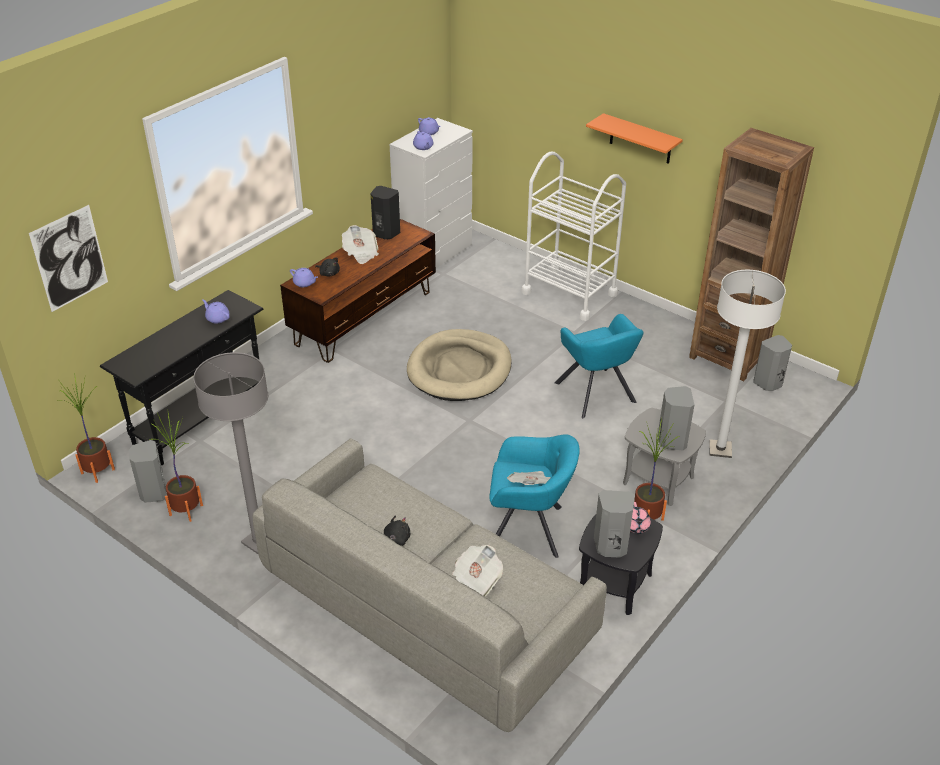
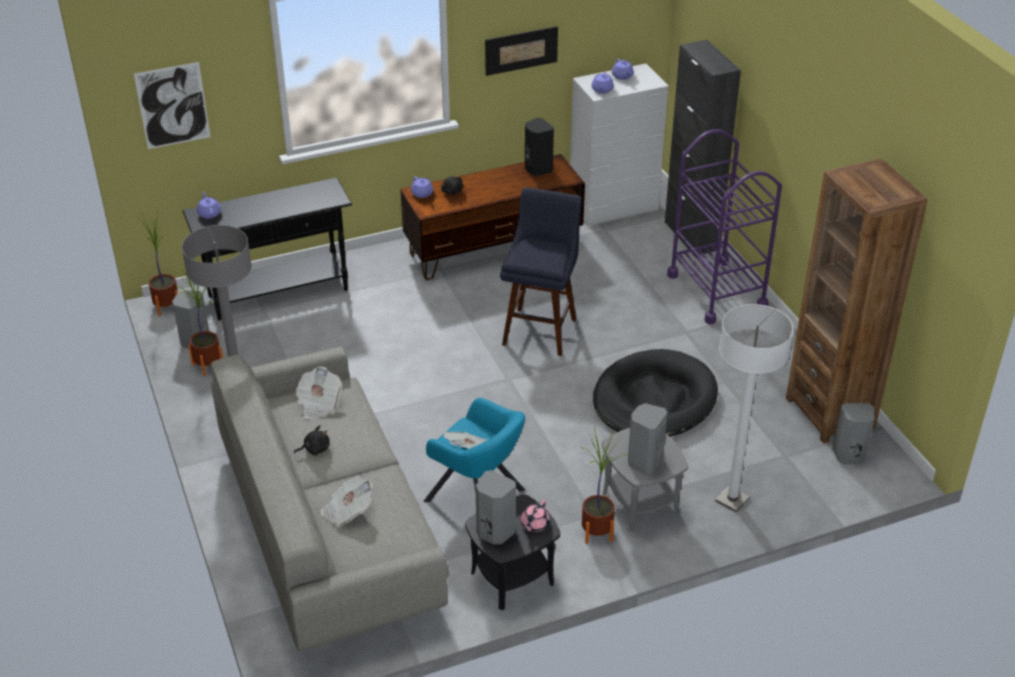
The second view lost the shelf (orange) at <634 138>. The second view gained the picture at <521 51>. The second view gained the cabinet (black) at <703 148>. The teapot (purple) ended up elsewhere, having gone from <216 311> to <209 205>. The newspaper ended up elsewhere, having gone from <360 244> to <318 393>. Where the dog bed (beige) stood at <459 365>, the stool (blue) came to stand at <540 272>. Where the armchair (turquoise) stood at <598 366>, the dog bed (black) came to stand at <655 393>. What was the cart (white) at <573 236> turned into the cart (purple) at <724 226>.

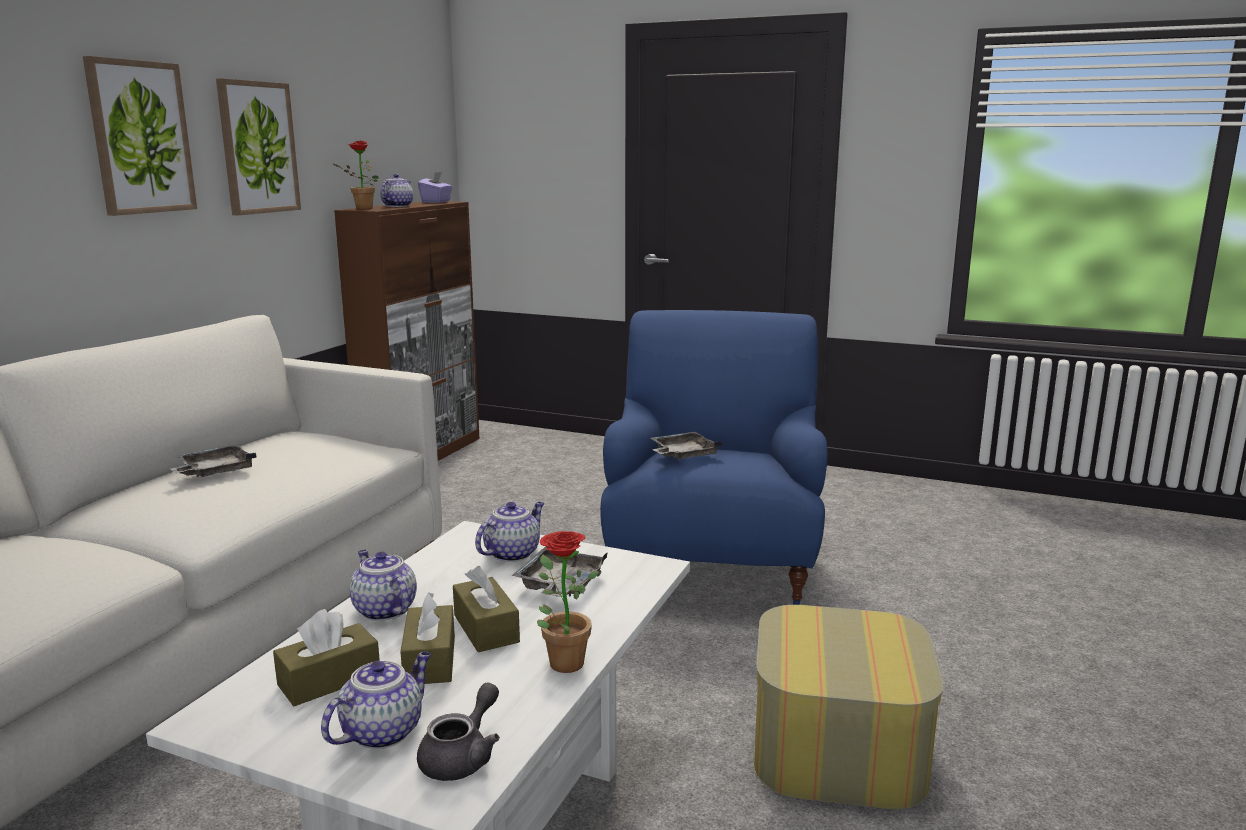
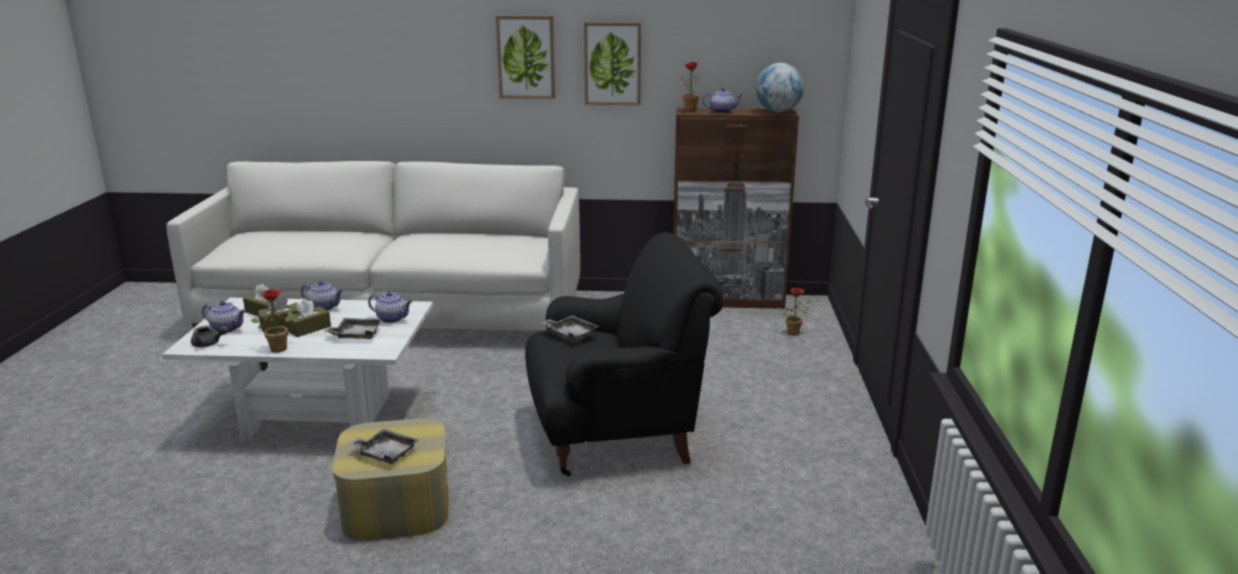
The second view gained the potted plant at <794 311>. The tray (grey) ended up elsewhere, having gone from <212 461> to <383 447>. Where the tissue box (purple) stood at <435 187>, the globe came to stand at <780 87>. What was the armchair (blue) at <713 457> turned into the armchair (black) at <624 354>. The teapot at <383 585> ended up facing another way, 75 degrees clockwise from before.

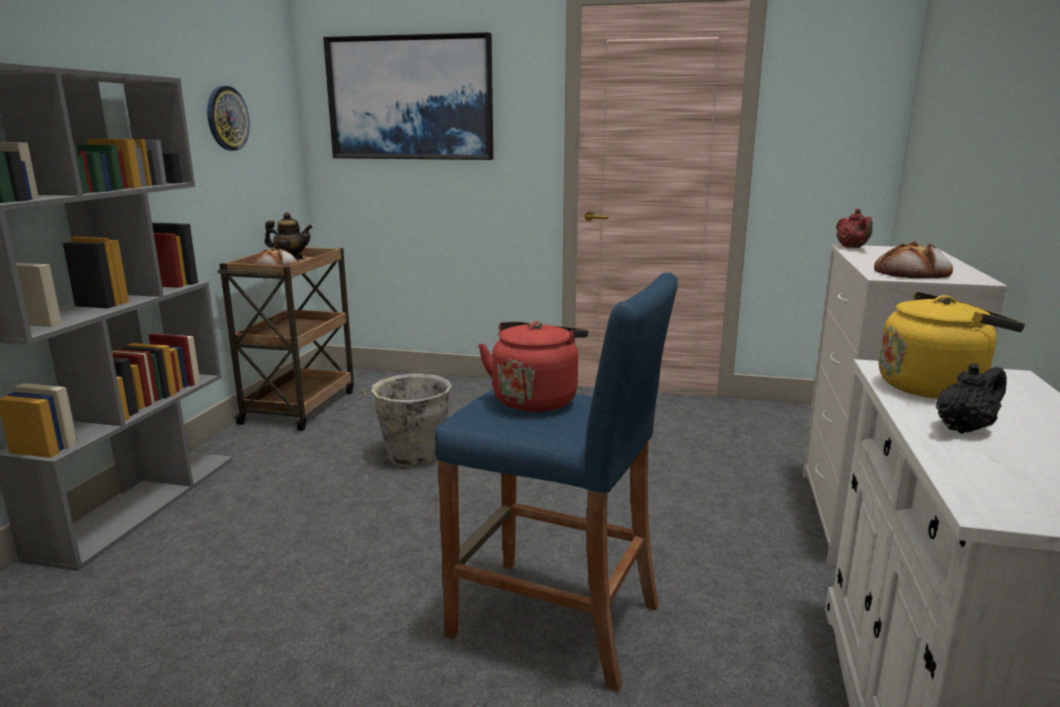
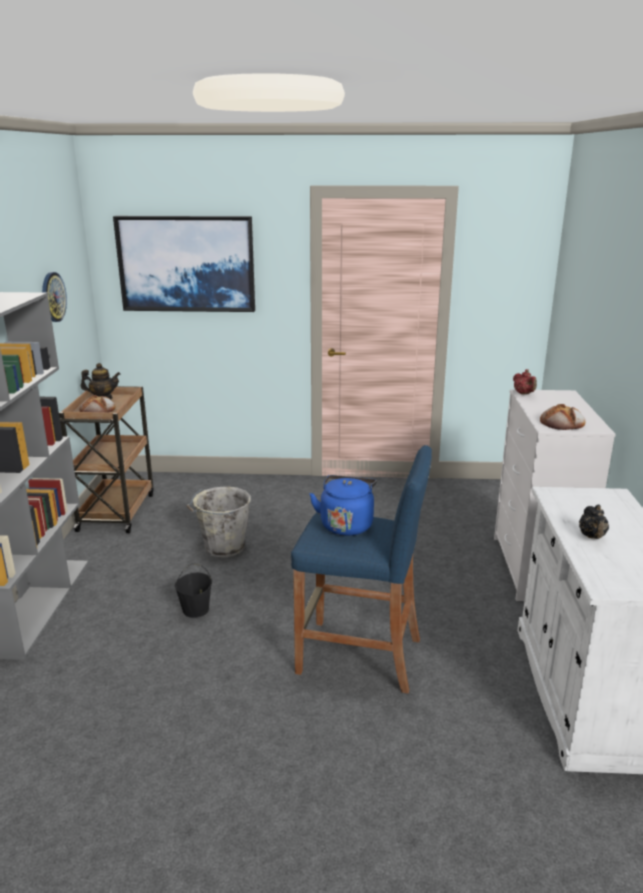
The second view lost the kettle (yellow) at <952 345>. The second view gained the bucket (black) at <193 590>. What was the kettle (red) at <533 366> turned into the kettle (blue) at <343 505>. The teapot (black) at <971 398> ended up facing another way, 135 degrees clockwise from before.

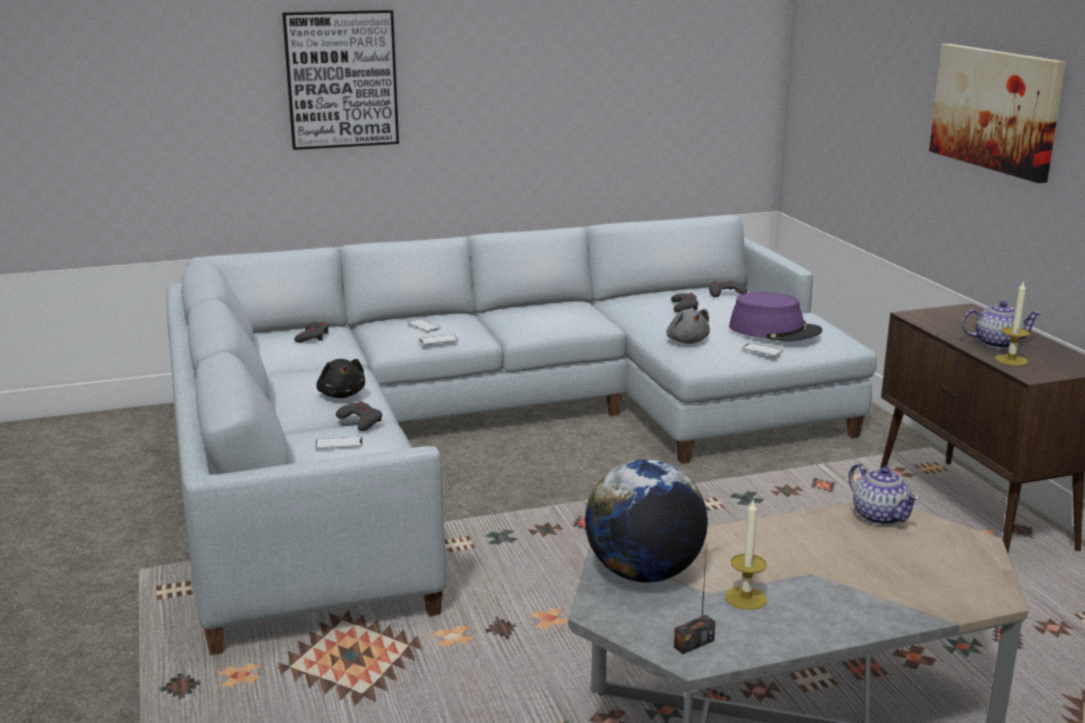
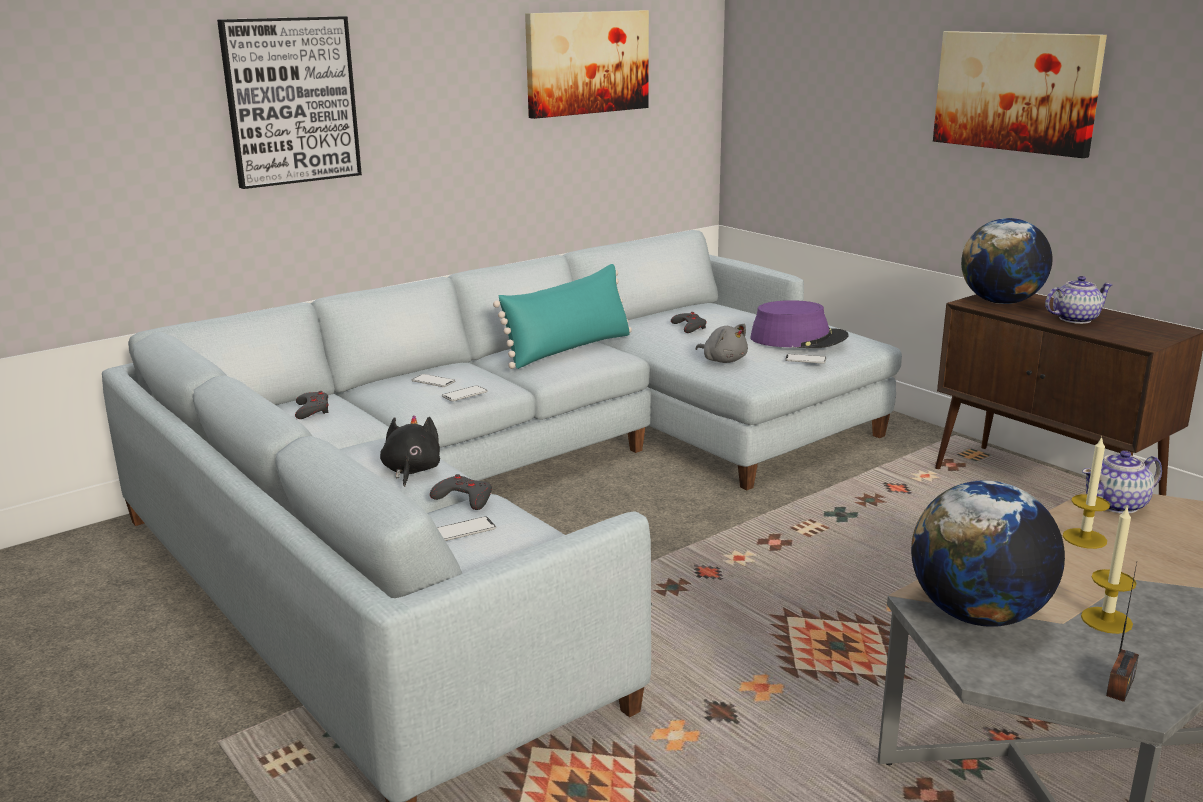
The second view lost the game controller (grey) at <728 289>. The second view gained the pillow (turquoise) at <562 316>. The second view gained the picture at <587 64>. The second view gained the globe at <1007 261>. The candle ended up elsewhere, having gone from <1012 323> to <1086 492>. The plush toy (black) at <340 378> ended up facing another way, 135 degrees counterclockwise from before. The teapot at <884 494> ended up facing another way, 120 degrees clockwise from before.

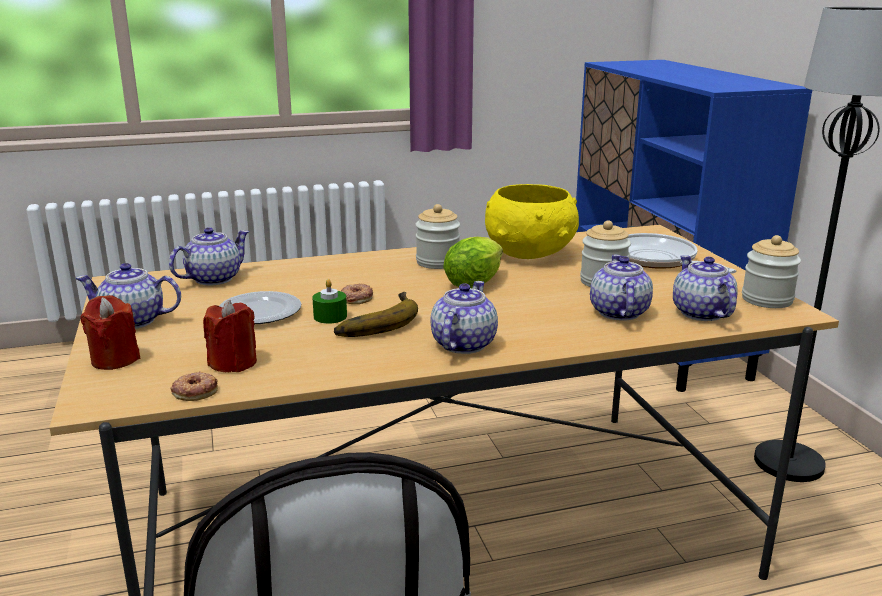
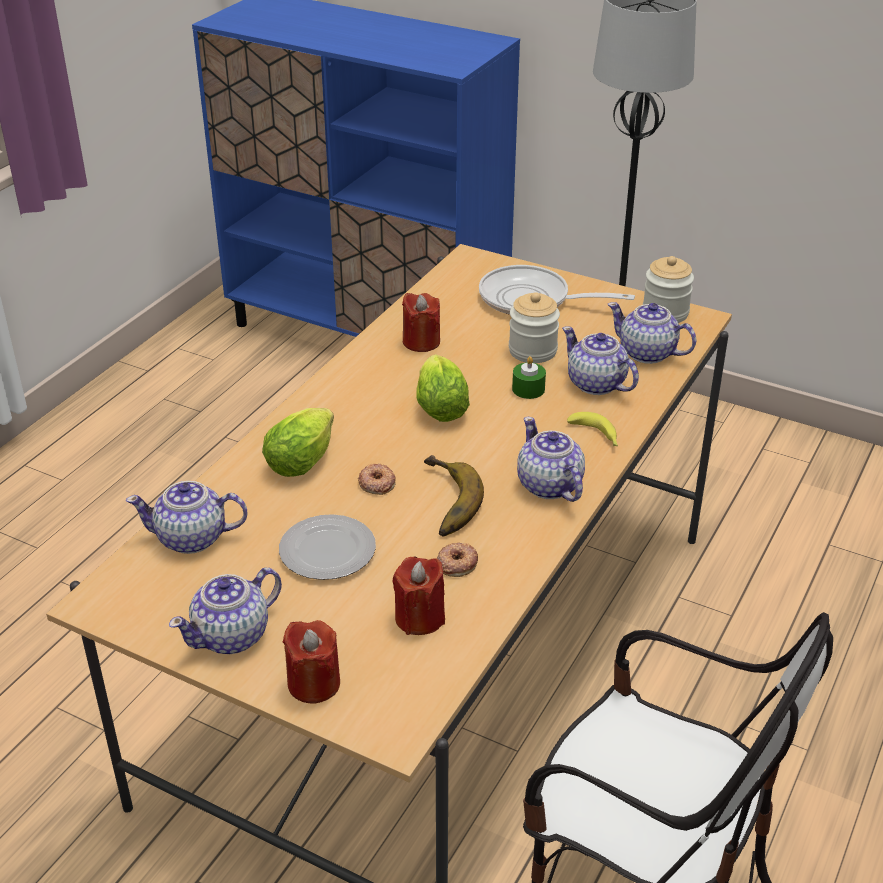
The second view lost the jar at <437 236>. The second view gained the lettuce at <298 442>. The second view gained the banana at <592 429>. The donut ended up elsewhere, having gone from <194 386> to <457 560>. The candle (green) ended up elsewhere, having gone from <329 301> to <529 377>. Where the bowl (yellow) stood at <532 221>, the candle (red) came to stand at <421 322>. The teapot at <209 256> ended up facing another way, 90 degrees counterclockwise from before.

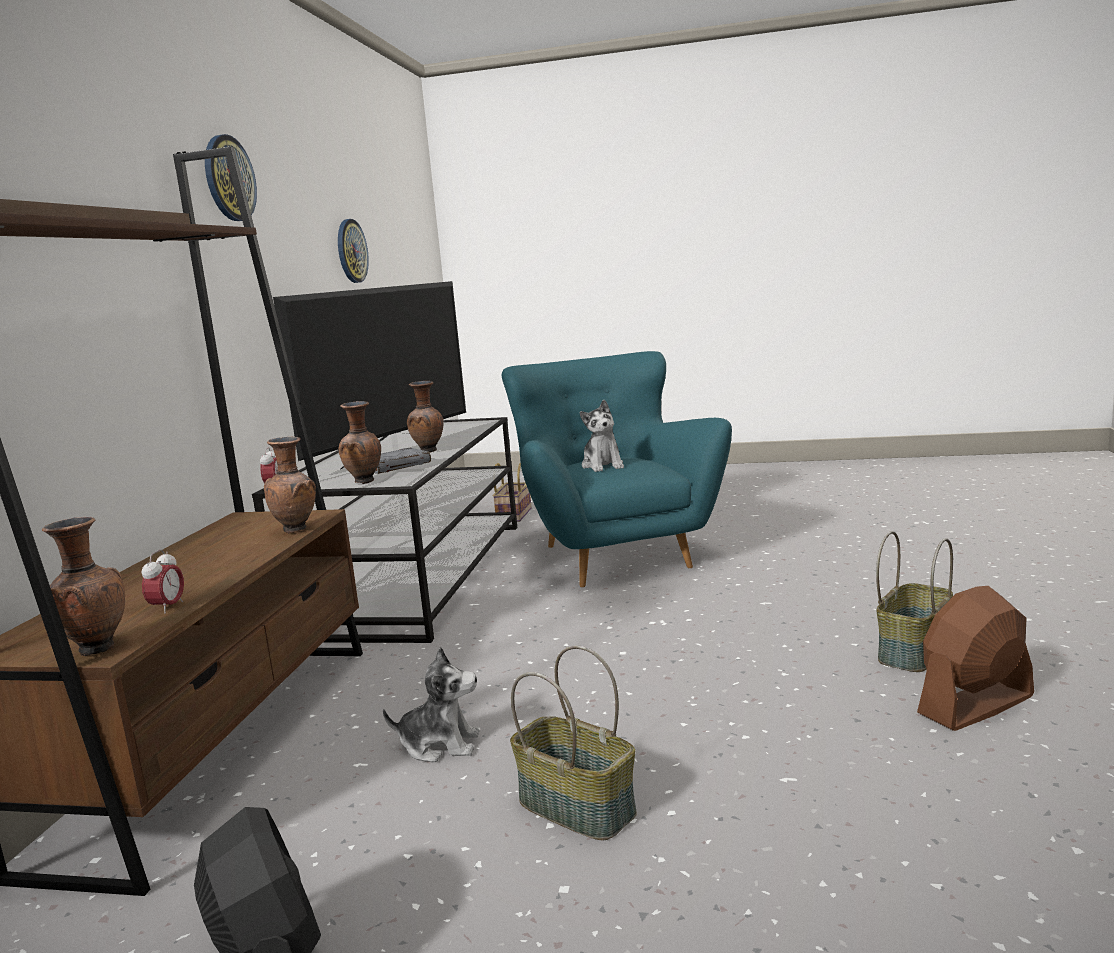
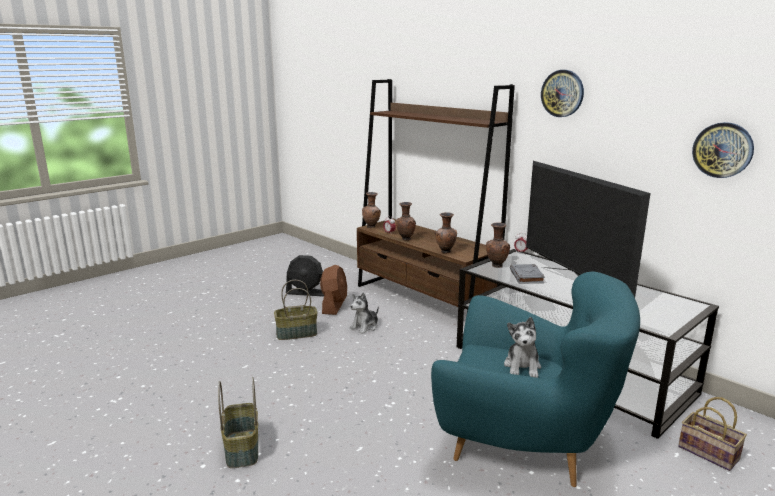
The vase (brown) ended up elsewhere, having gone from <425 416> to <406 221>. The fan (brown) ended up elsewhere, having gone from <975 658> to <333 290>. The plush toy at <602 436> ended up facing another way, 105 degrees counterclockwise from before.

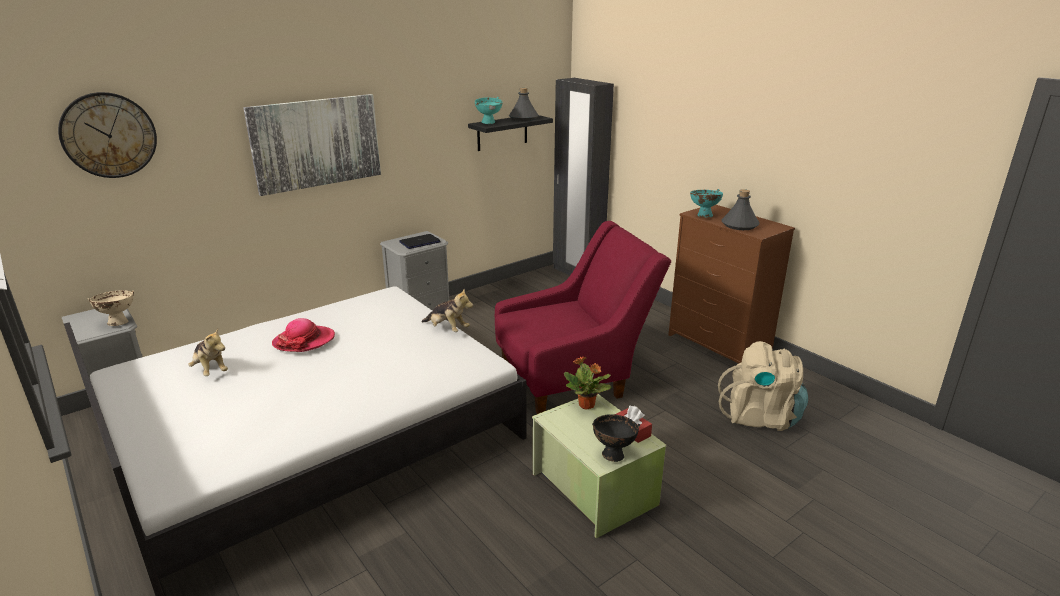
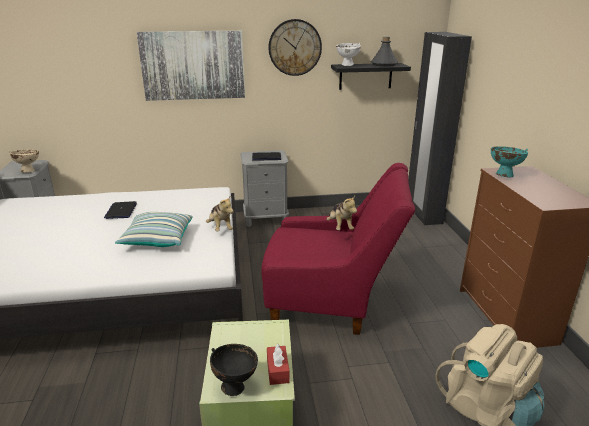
The second view lost the potted plant at <587 383>. The second view lost the bottle (grey) at <741 209>. The second view gained the pillow at <154 229>. The wall clock ended up elsewhere, having gone from <107 135> to <295 47>. The plush toy ended up elsewhere, having gone from <208 352> to <342 213>. Where the hat stood at <303 335>, the laptop came to stand at <120 210>. What was the bowl (turquoise) at <489 110> turned into the bowl (white) at <348 54>.

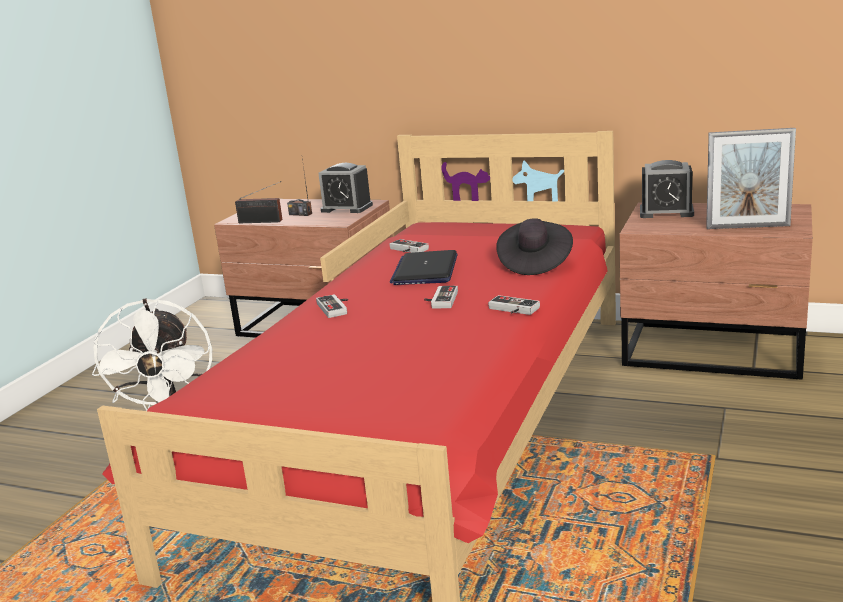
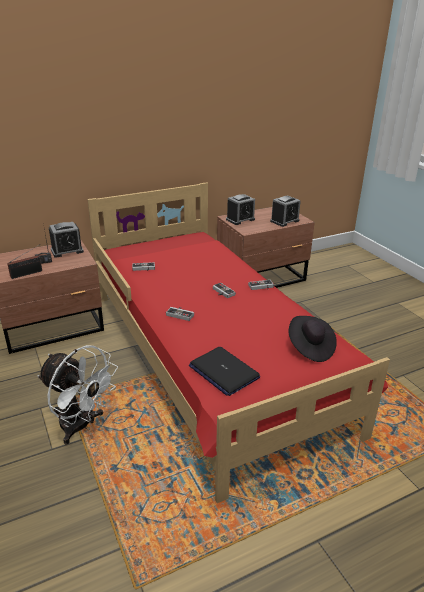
The laptop ended up elsewhere, having gone from <424 267> to <224 371>. The hat (black) ended up elsewhere, having gone from <534 246> to <312 339>. Where the picture frame stood at <751 178>, the alarm clock came to stand at <285 211>.

